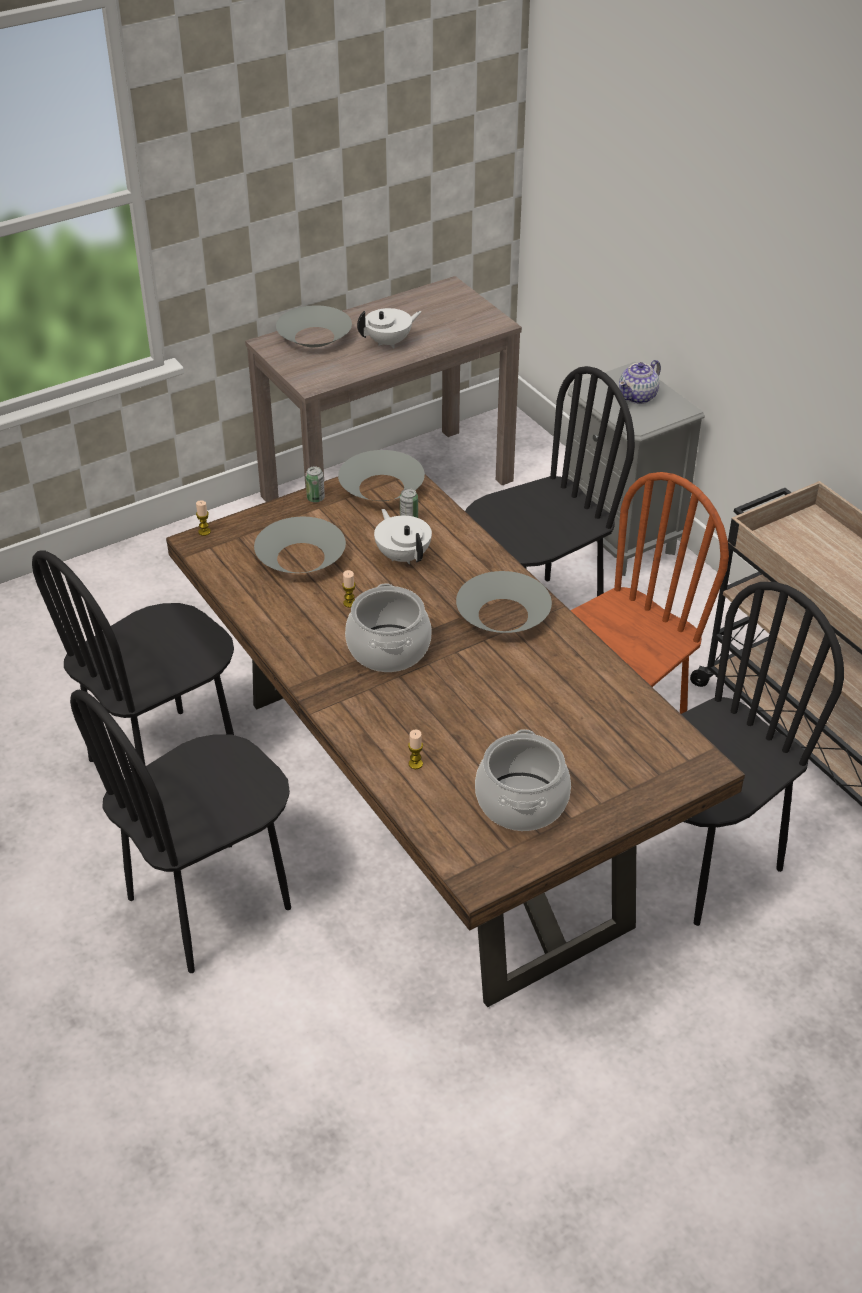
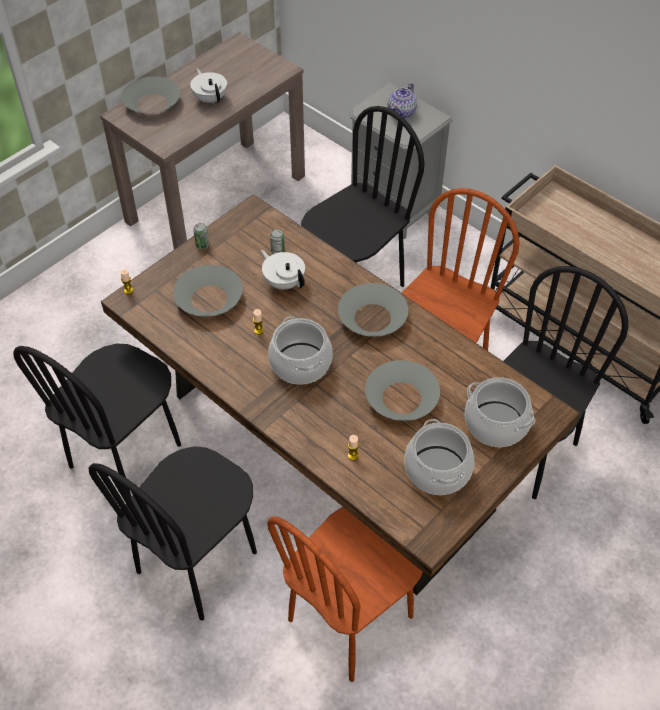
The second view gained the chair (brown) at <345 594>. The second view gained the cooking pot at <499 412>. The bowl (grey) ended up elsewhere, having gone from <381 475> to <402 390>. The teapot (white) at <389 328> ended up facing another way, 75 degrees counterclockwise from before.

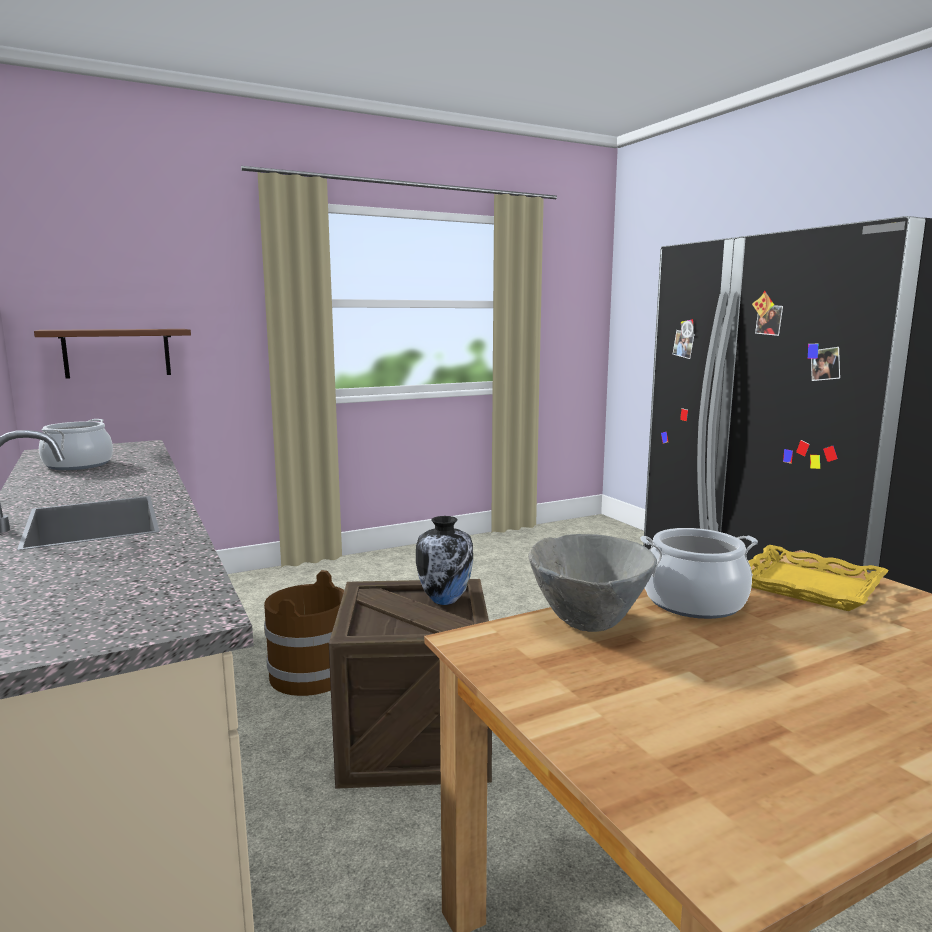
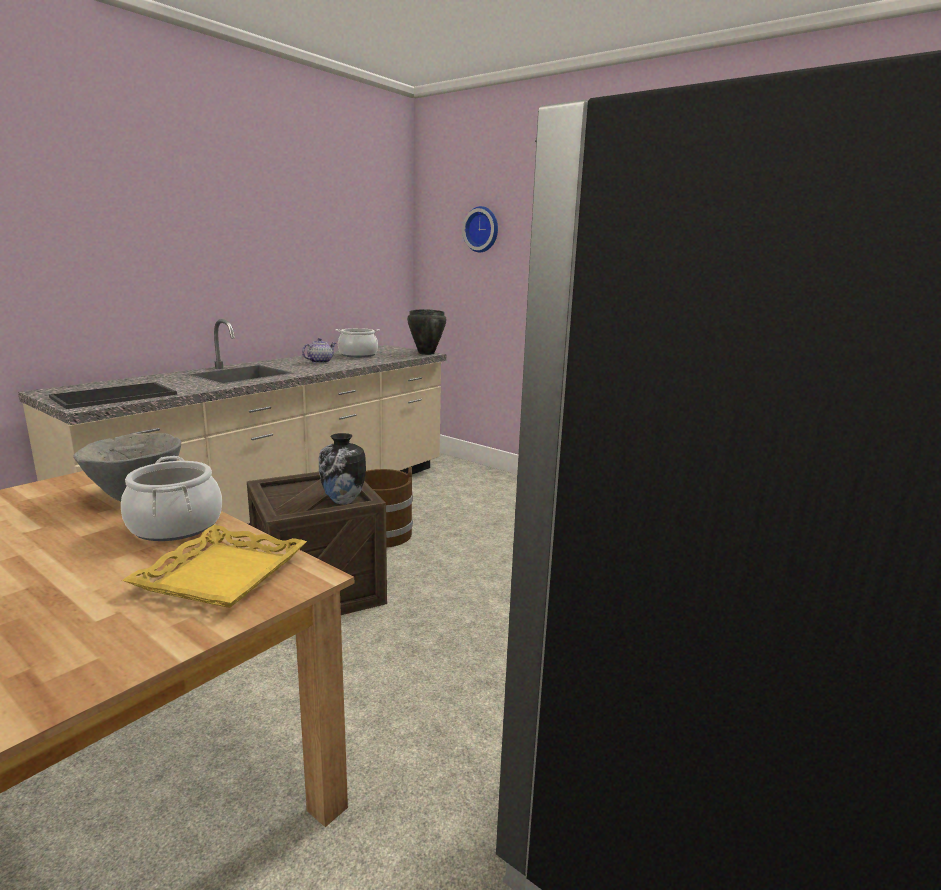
The second view lost the shelf (brown) at <112 354>. The second view gained the tray at <113 395>. The second view gained the teapot at <319 351>. The second view gained the cooking pot (black) at <426 332>. The second view gained the wall clock at <480 229>.

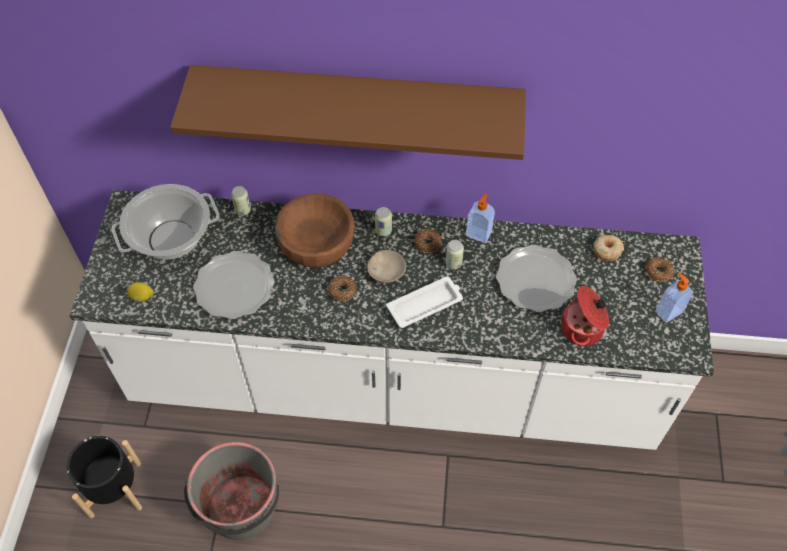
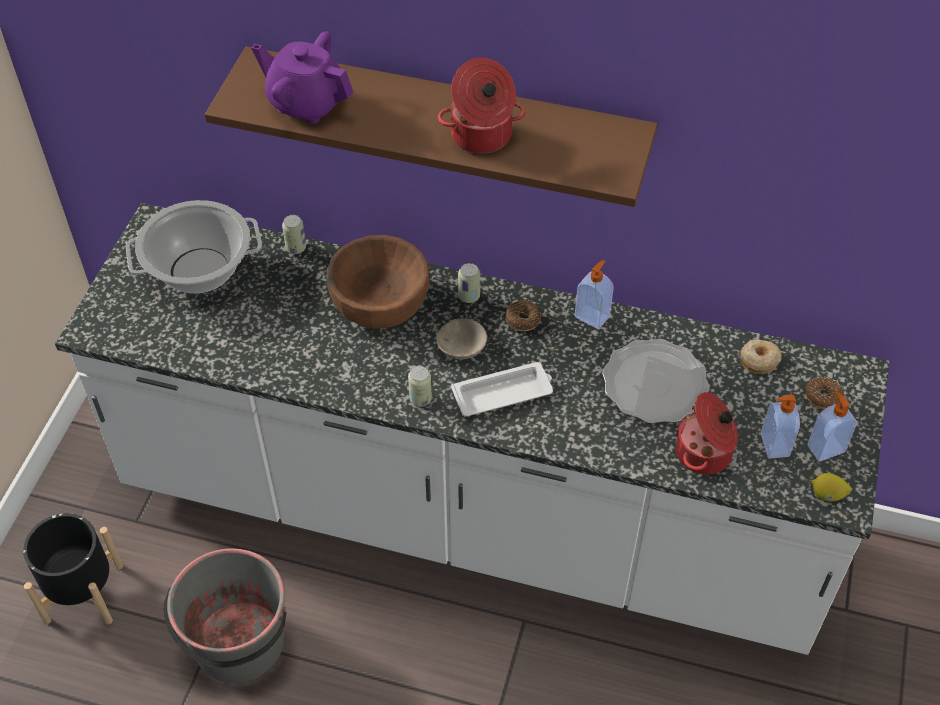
The second view lost the plate at <234 285>. The second view lost the donut at <342 288>. The second view gained the teapot (purple) at <302 77>. The second view gained the cooking pot at <482 106>. The second view gained the soap dispenser at <780 427>. The lemon ended up elsewhere, having gone from <140 292> to <831 487>. The can ended up elsewhere, having gone from <455 254> to <420 386>.

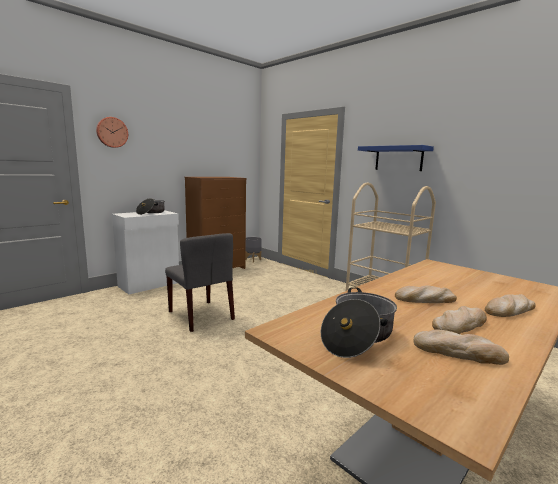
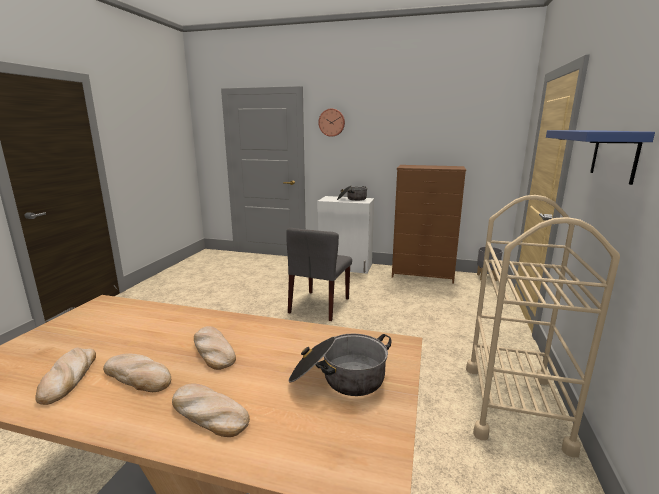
The cooking pot ended up elsewhere, having gone from <359 322> to <340 364>.

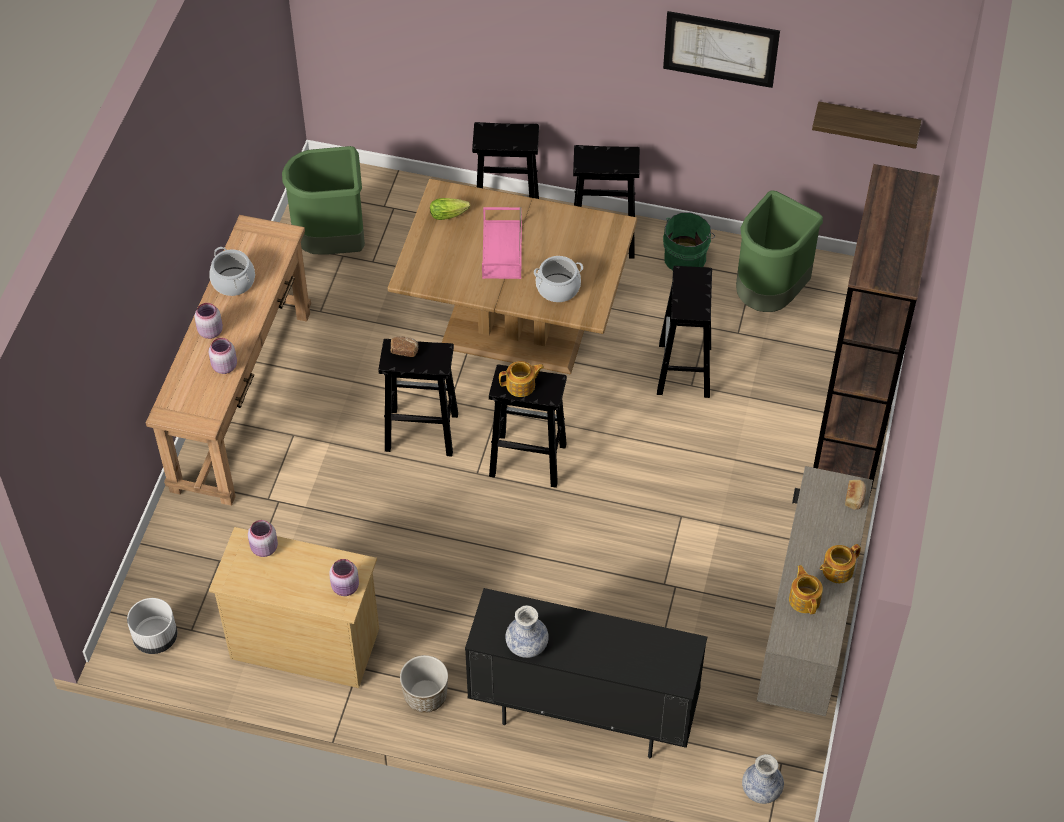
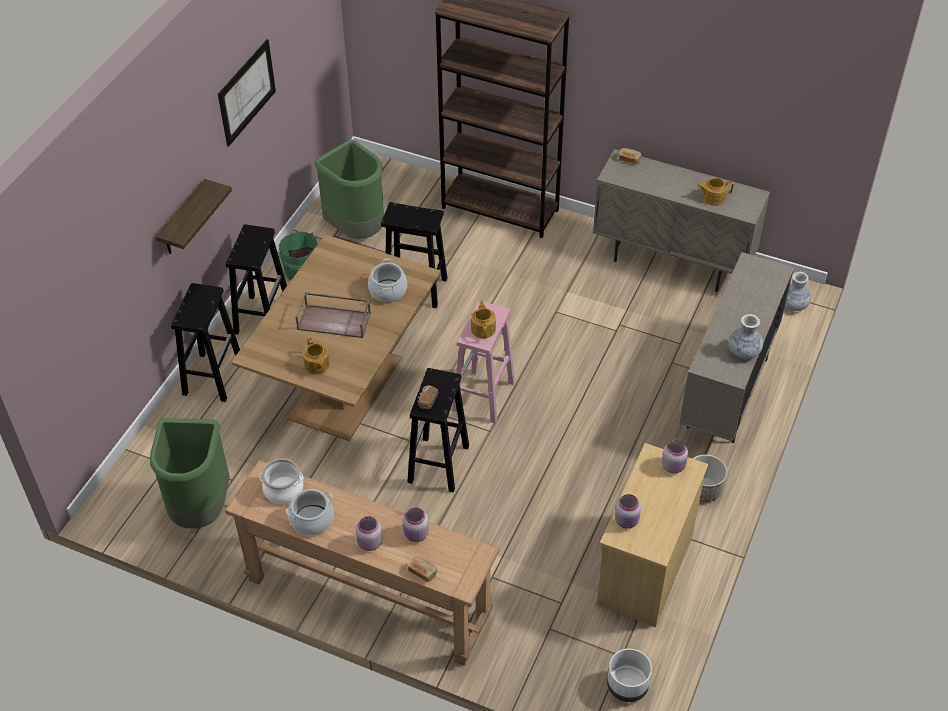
The second view lost the lettuce at <450 209>. The second view gained the cooking pot at <281 481>. The second view gained the bread at <422 569>. The shelf ended up elsewhere, having gone from <867 125> to <194 216>. The teapot ended up elsewhere, having gone from <840 563> to <316 356>. What was the cabinet (black) at <586 673> turned into the cabinet (beige) at <736 347>. What was the tray (pink) at <502 243> turned into the tray (brown) at <333 315>. What was the stool (black) at <528 426> turned into the stool (pink) at <483 362>.

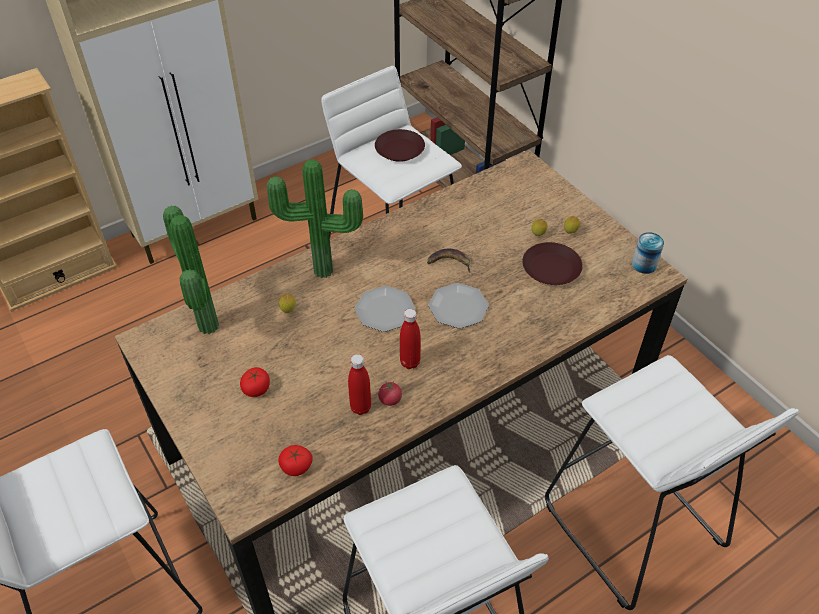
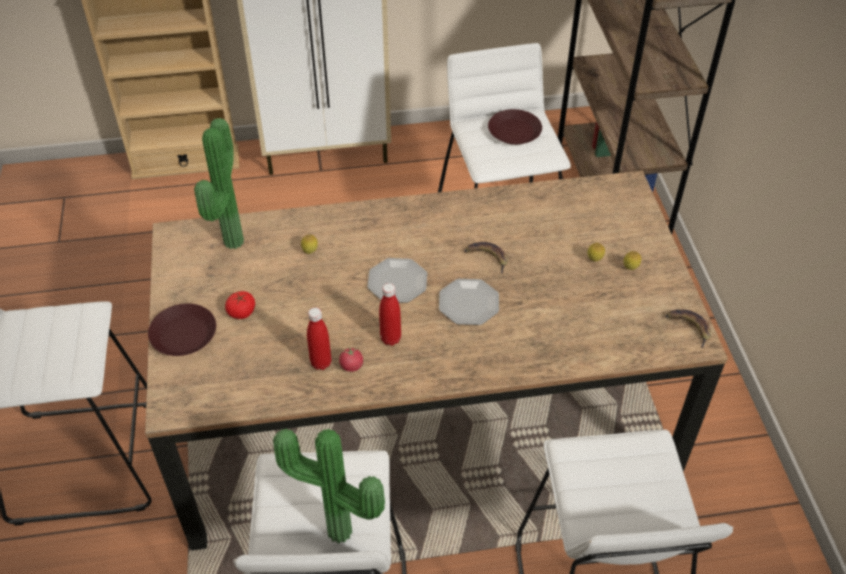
The second view lost the tomato at <295 460>. The potted plant ended up elsewhere, having gone from <315 218> to <329 486>. The plate (brown) ended up elsewhere, having gone from <552 263> to <182 329>. Where the can stood at <648 253>, the banana came to stand at <688 328>.

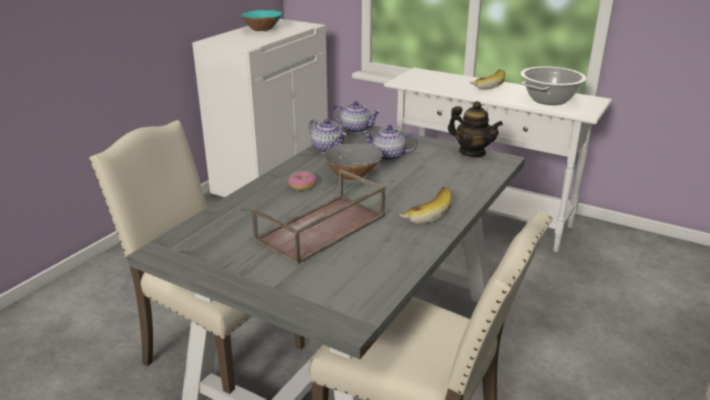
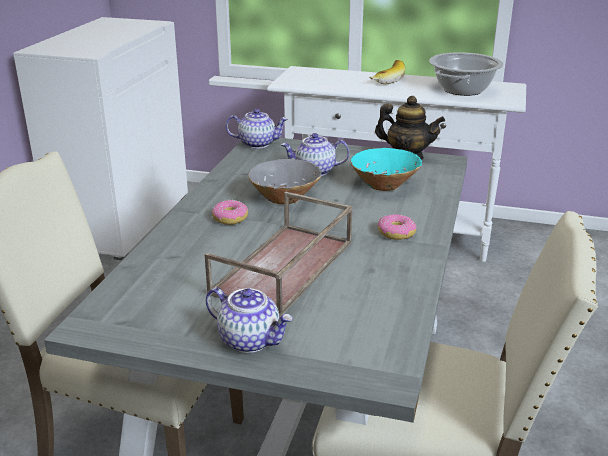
The bowl (turquoise) ended up elsewhere, having gone from <261 20> to <386 169>. The teapot ended up elsewhere, having gone from <327 136> to <249 320>. Where the banana stood at <426 205>, the donut came to stand at <397 227>.

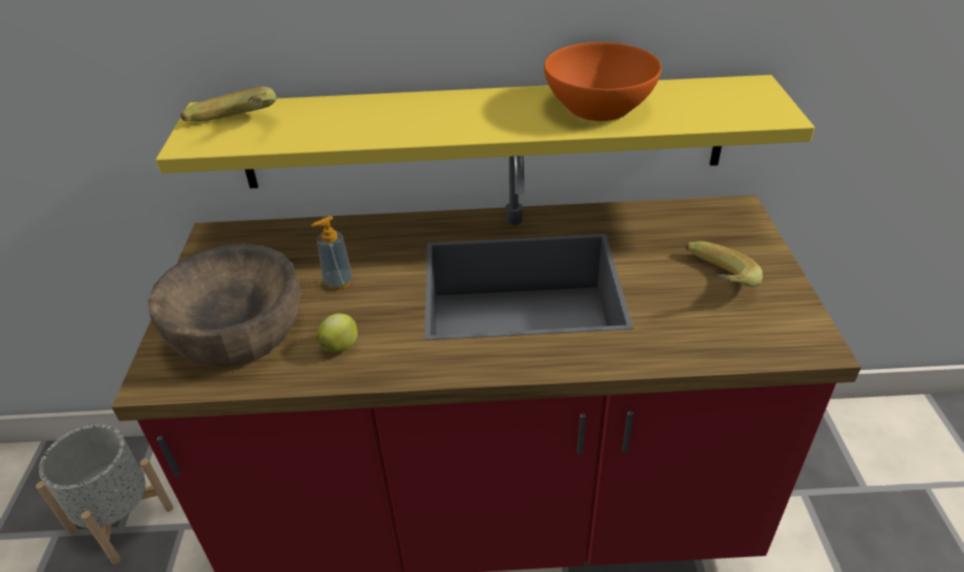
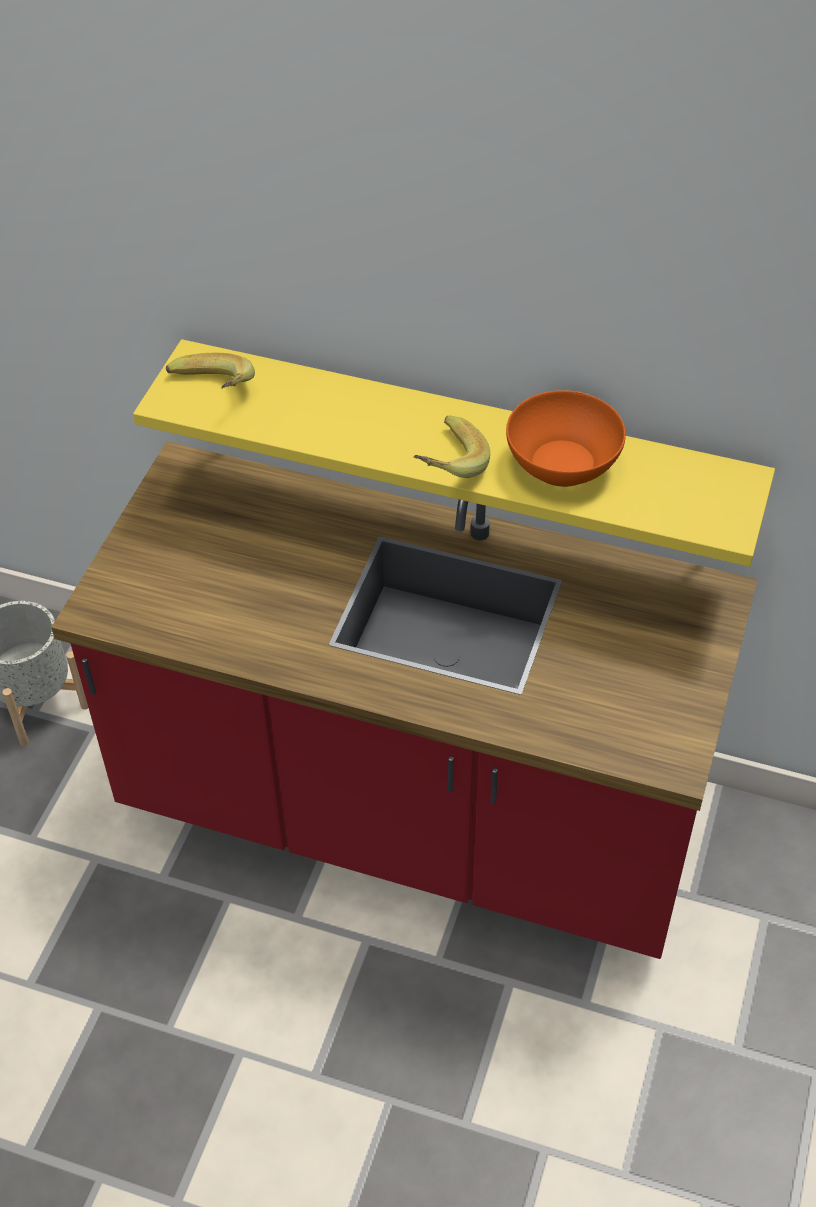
The second view lost the bowl (brown) at <224 305>. The second view lost the soap dispenser at <332 253>. The second view lost the apple at <337 333>. The banana ended up elsewhere, having gone from <724 264> to <451 446>.

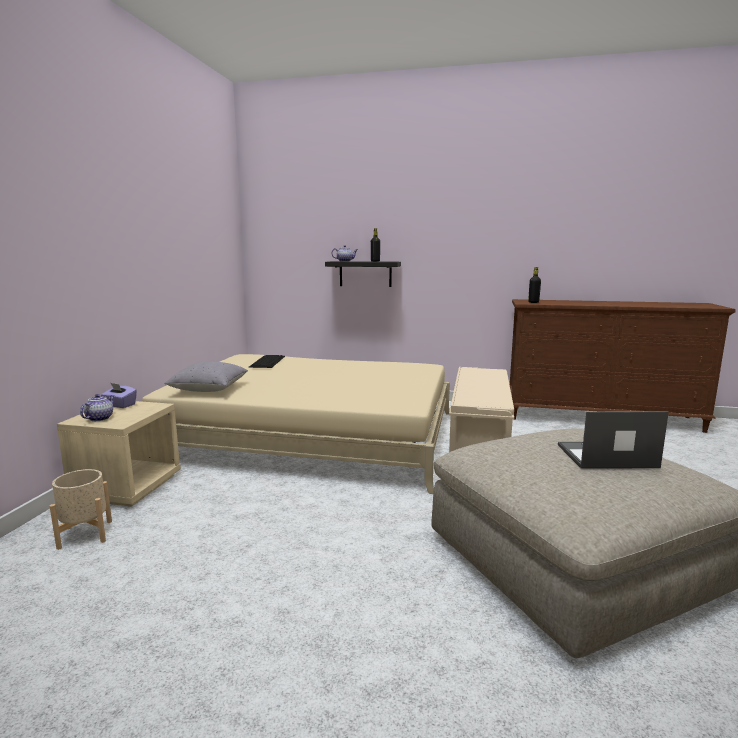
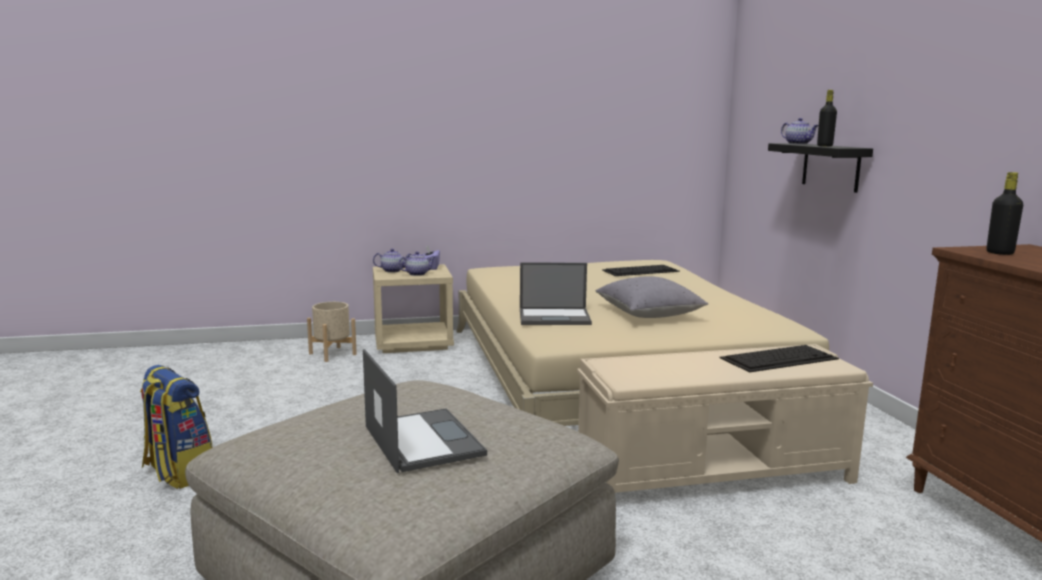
The second view gained the backpack at <176 427>. The second view gained the teapot at <417 263>. The second view gained the laptop at <556 293>. The second view gained the keyboard at <779 358>. The pillow (grey) ended up elsewhere, having gone from <206 377> to <651 297>.

